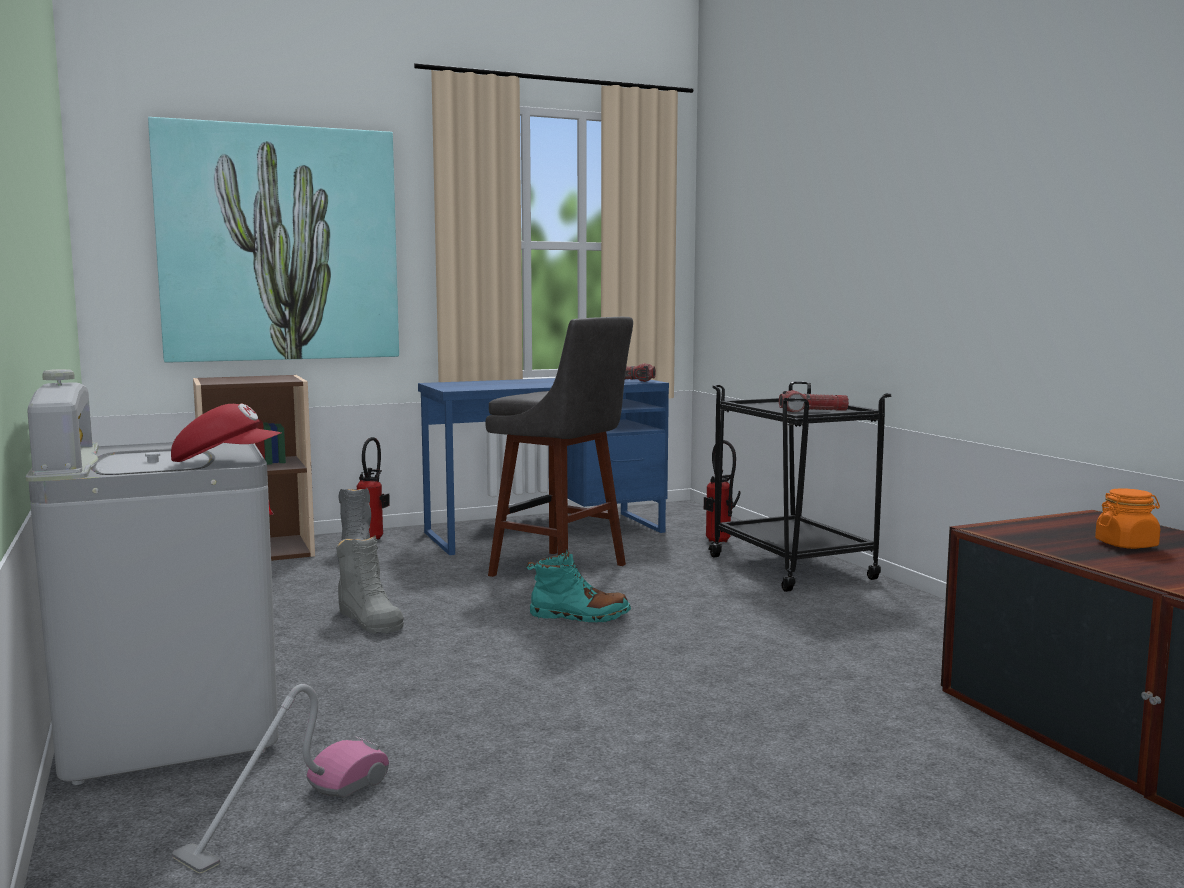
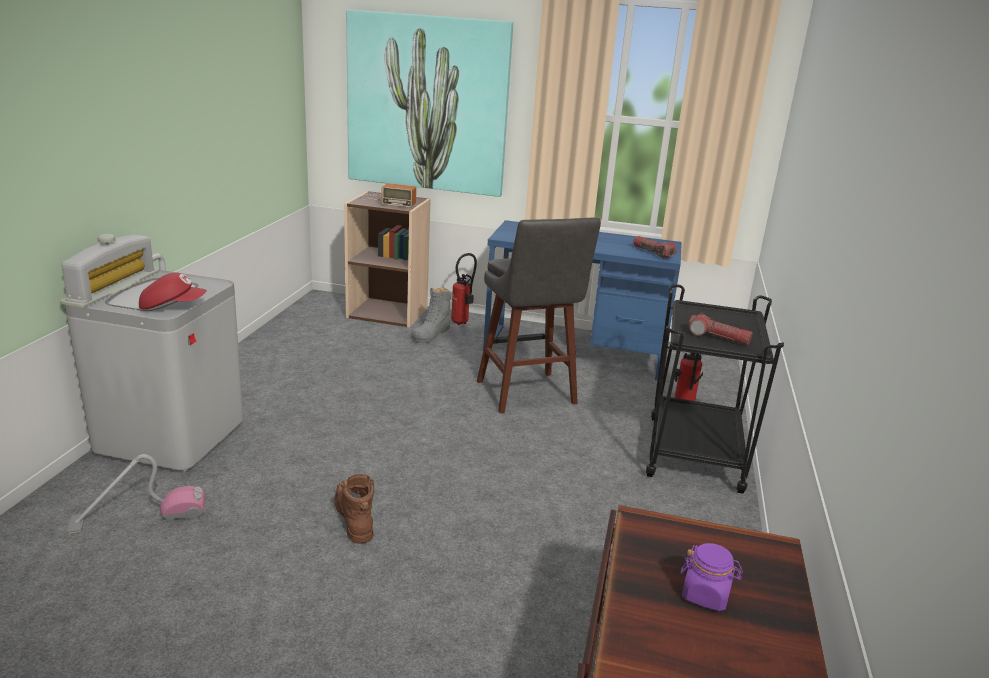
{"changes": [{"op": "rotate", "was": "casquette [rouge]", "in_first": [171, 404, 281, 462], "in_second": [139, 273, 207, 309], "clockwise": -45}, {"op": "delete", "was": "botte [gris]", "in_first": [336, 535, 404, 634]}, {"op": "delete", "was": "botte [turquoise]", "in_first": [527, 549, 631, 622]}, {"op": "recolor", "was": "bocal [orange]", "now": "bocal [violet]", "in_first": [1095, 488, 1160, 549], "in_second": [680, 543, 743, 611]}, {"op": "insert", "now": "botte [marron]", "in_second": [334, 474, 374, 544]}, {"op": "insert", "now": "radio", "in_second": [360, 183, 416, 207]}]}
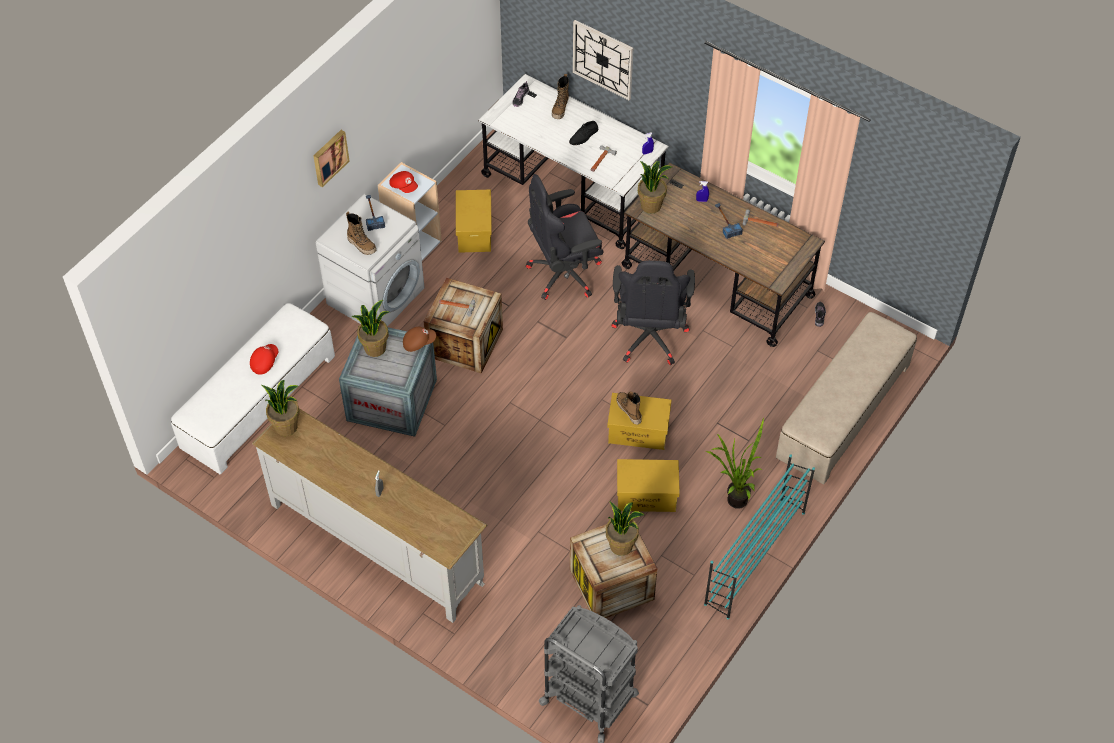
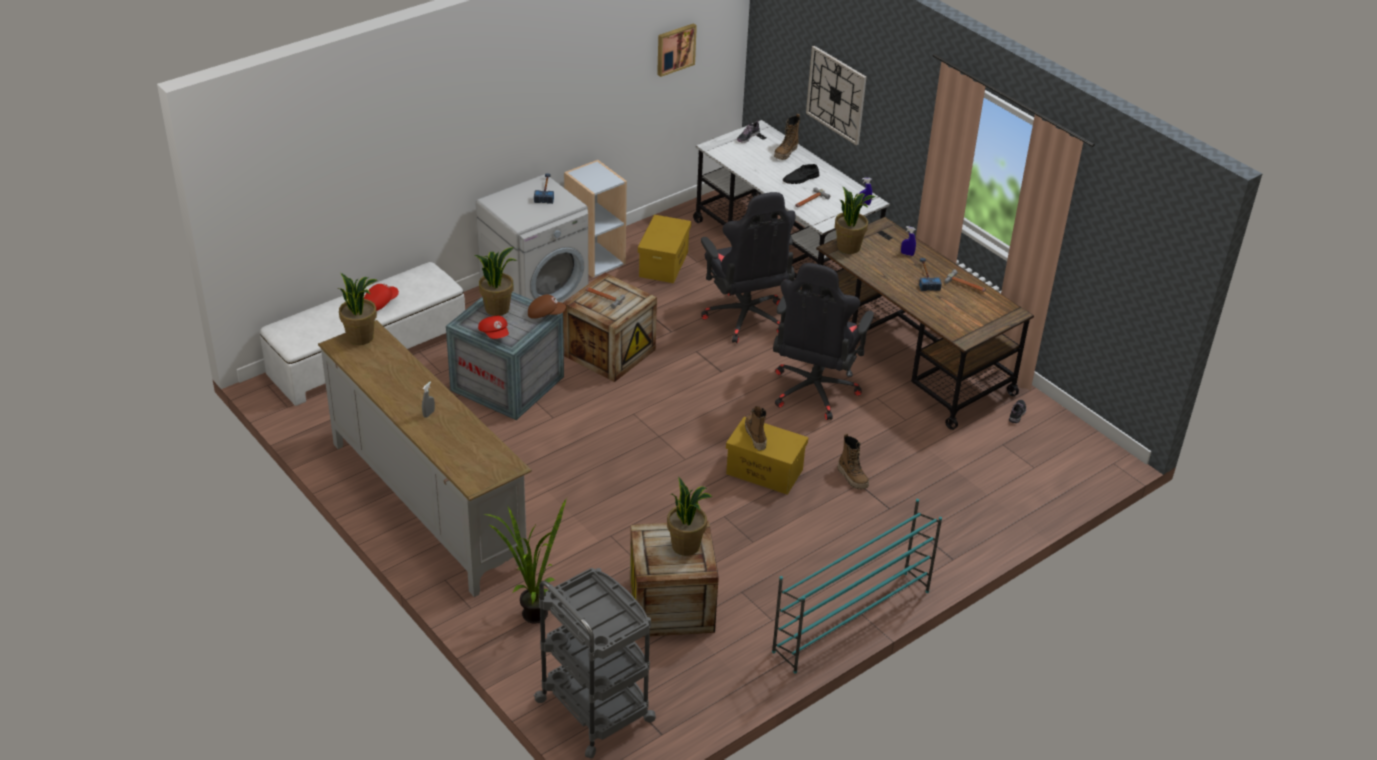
{"changes": [{"op": "move", "was": "tableau", "in_first": [313, 130, 350, 187], "in_second": [657, 24, 697, 77]}, {"op": "move", "was": "botte", "in_first": [346, 212, 376, 255], "in_second": [837, 433, 869, 489]}, {"op": "move", "was": "casquette [rouge]", "in_first": [389, 171, 418, 193], "in_second": [478, 316, 509, 339]}, {"op": "rotate", "was": "chaise de bureau [noir]", "in_first": [526, 174, 604, 300], "in_second": [701, 192, 795, 343], "clockwise": -105}, {"op": "delete", "was": "boîte de rangement [jaune]", "in_first": [617, 459, 680, 512]}, {"op": "move", "was": "plante en pot", "in_first": [706, 417, 764, 509], "in_second": [483, 498, 567, 624]}, {"op": "delete", "was": "banc [beige]", "in_first": [776, 312, 917, 484]}]}
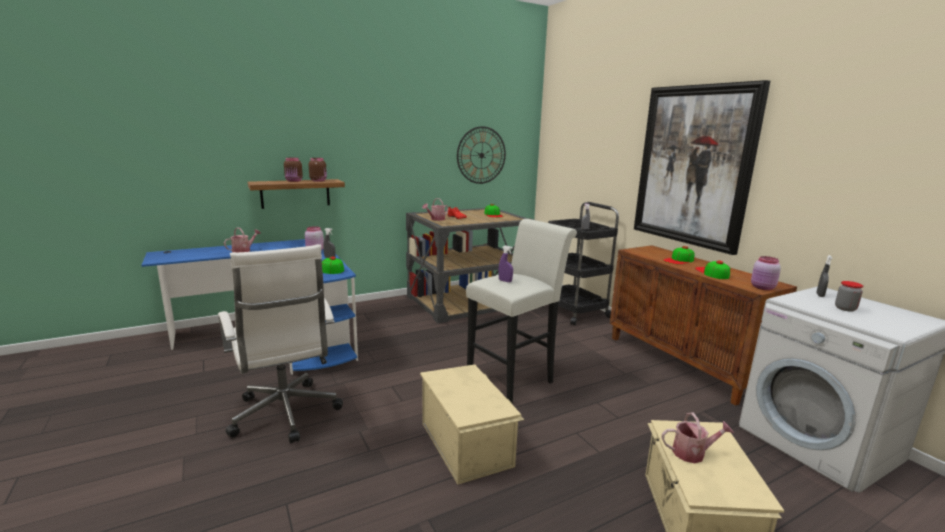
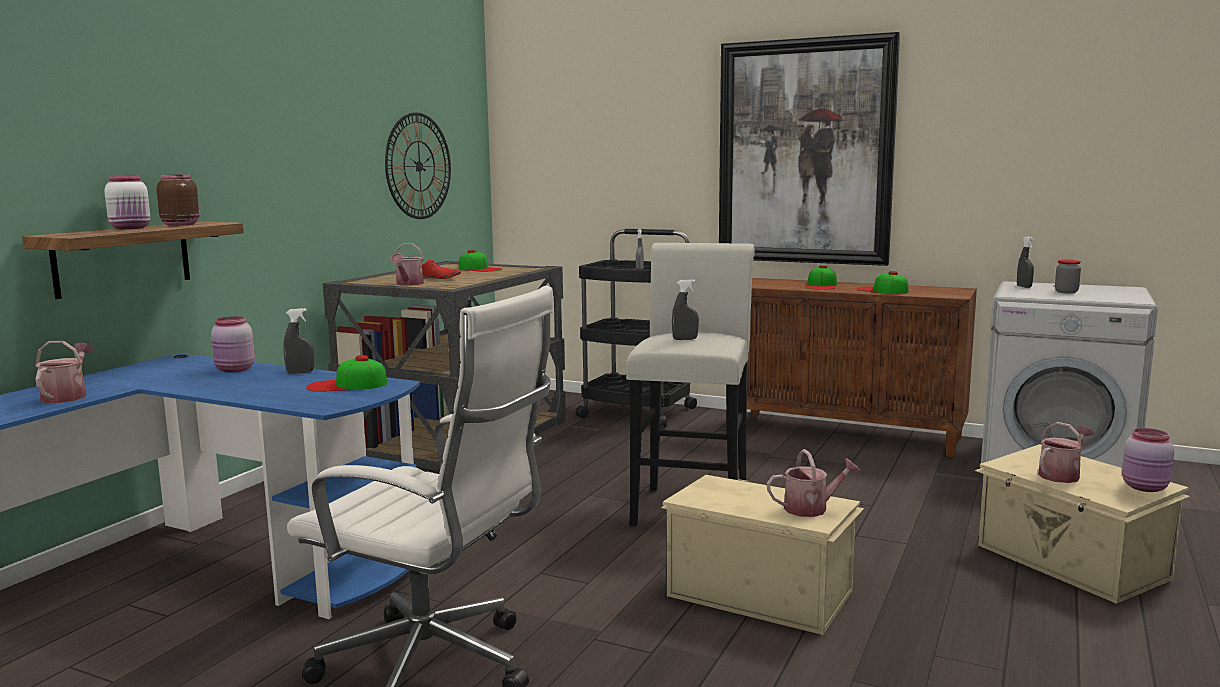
{"changes": [{"op": "recolor", "was": "bocal [marron]", "now": "bocal [blanc]", "in_first": [284, 158, 303, 182], "in_second": [104, 176, 150, 229]}, {"op": "recolor", "was": "vaporisateur [violet]", "now": "vaporisateur [gris]", "in_first": [498, 246, 513, 282], "in_second": [672, 279, 699, 340]}, {"op": "move", "was": "bocal [rose]", "in_first": [751, 256, 781, 290], "in_second": [1122, 428, 1174, 492]}, {"op": "insert", "now": "arrosoir", "in_second": [767, 449, 860, 517]}]}
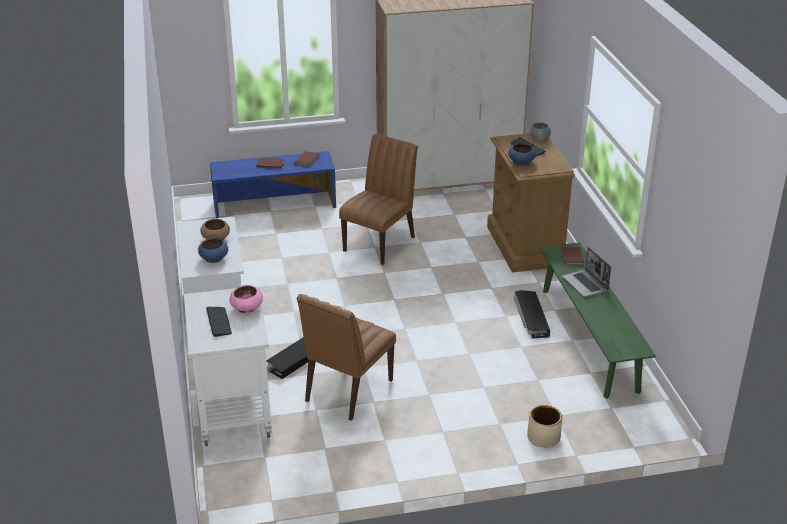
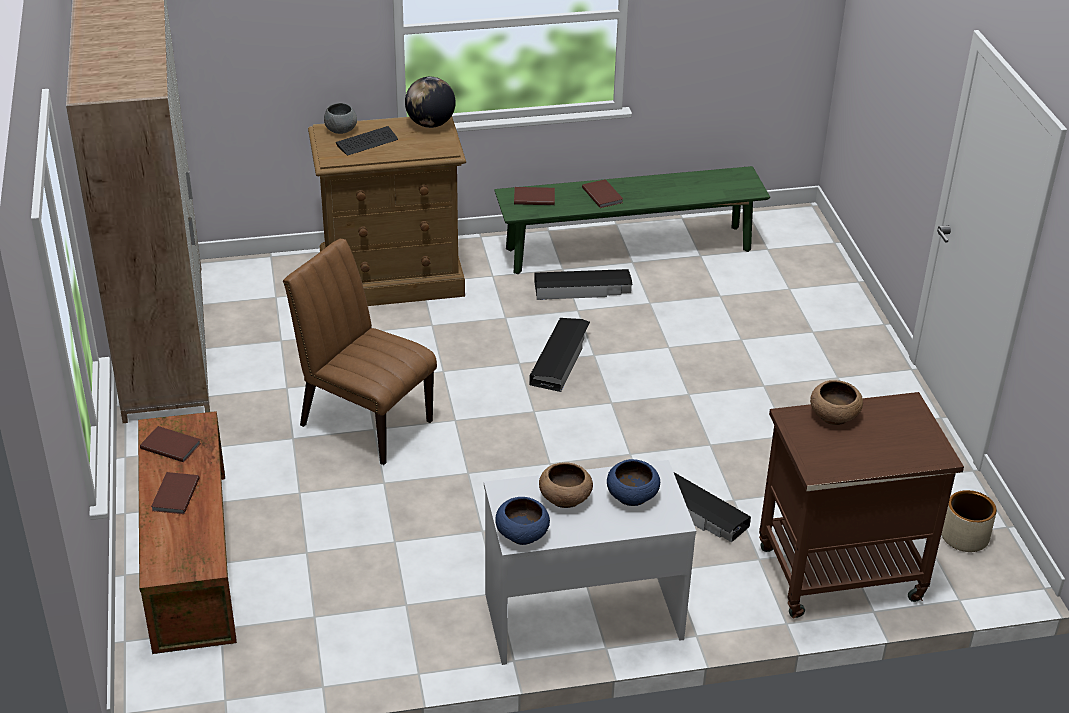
{"changes": [{"op": "recolor", "was": "chariot [blanc]", "now": "chariot [marron]", "in_first": [184, 286, 273, 446], "in_second": [759, 392, 964, 619]}, {"op": "delete", "was": "clavier", "in_first": [206, 307, 232, 337]}, {"op": "recolor", "was": "banc [bleu]", "now": "banc [marron]", "in_first": [210, 151, 336, 218], "in_second": [138, 411, 237, 654]}, {"op": "recolor", "was": "bol [rose]", "now": "bol [marron]", "in_first": [229, 285, 263, 313], "in_second": [810, 380, 863, 425]}, {"op": "delete", "was": "chaise [marron]", "in_first": [297, 294, 396, 421]}, {"op": "move", "was": "bol [bleu]", "in_first": [508, 143, 536, 166], "in_second": [495, 497, 550, 545]}, {"op": "move", "was": "cache-pot [beige]", "in_first": [527, 405, 562, 448], "in_second": [941, 490, 997, 552]}, {"op": "replace", "was": "ordinateur portable", "now": "livre [marron]", "in_first": [562, 247, 611, 297], "in_second": [582, 179, 623, 208]}, {"op": "insert", "now": "globe", "in_second": [405, 77, 456, 128]}, {"op": "insert", "now": "boîte de rangement [noir]", "in_second": [529, 318, 590, 392]}]}
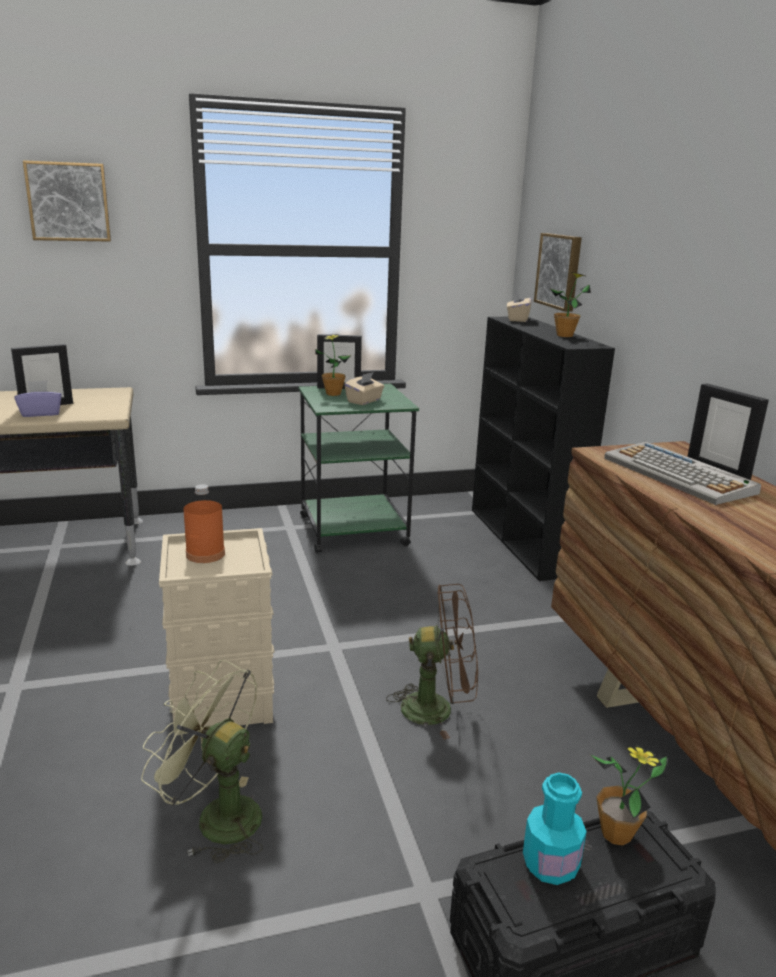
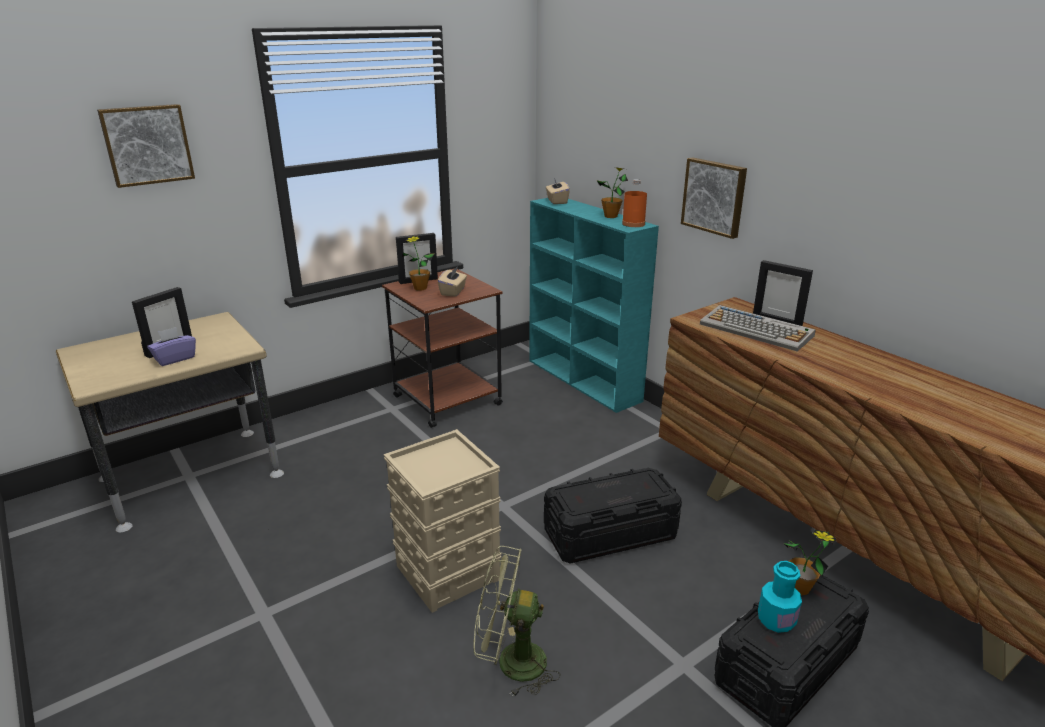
{"changes": [{"op": "move", "was": "bouteille [orange]", "in_first": [183, 484, 225, 563], "in_second": [622, 179, 647, 227]}, {"op": "recolor", "was": "chariot [vert]", "now": "chariot [marron]", "in_first": [298, 384, 419, 553], "in_second": [382, 269, 503, 428]}, {"op": "replace", "was": "ventilateur [marron]", "now": "boîte de rangement [noir]", "in_first": [386, 584, 478, 740], "in_second": [544, 468, 682, 564]}, {"op": "recolor", "was": "bibliothèque [noir]", "now": "bibliothèque [turquoise]", "in_first": [472, 317, 615, 581], "in_second": [529, 198, 659, 413]}, {"op": "move", "was": "tableau", "in_first": [534, 233, 582, 312], "in_second": [681, 157, 747, 239]}]}
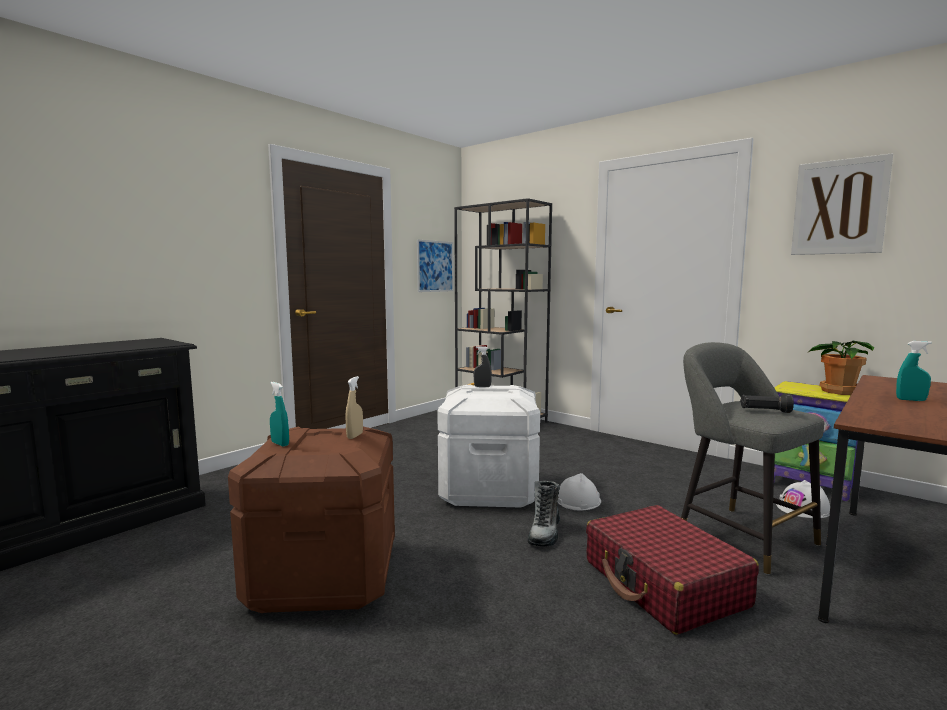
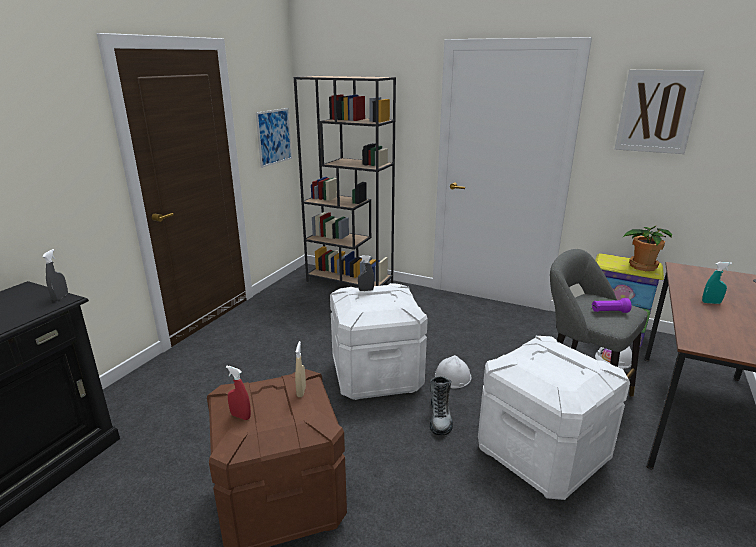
{"changes": [{"op": "recolor", "was": "vaporisateur [turquoise]", "now": "vaporisateur [rouge]", "in_first": [270, 382, 289, 447], "in_second": [226, 366, 251, 420]}, {"op": "replace", "was": "valise [rouge]", "now": "boîte de rangement [blanc]", "in_first": [586, 505, 759, 635], "in_second": [478, 336, 630, 500]}, {"op": "recolor", "was": "lampe de poche [noir]", "now": "lampe de poche [violet]", "in_first": [740, 394, 794, 413], "in_second": [592, 298, 632, 313]}, {"op": "insert", "now": "vaporisateur [gris]", "in_second": [42, 249, 68, 301]}]}
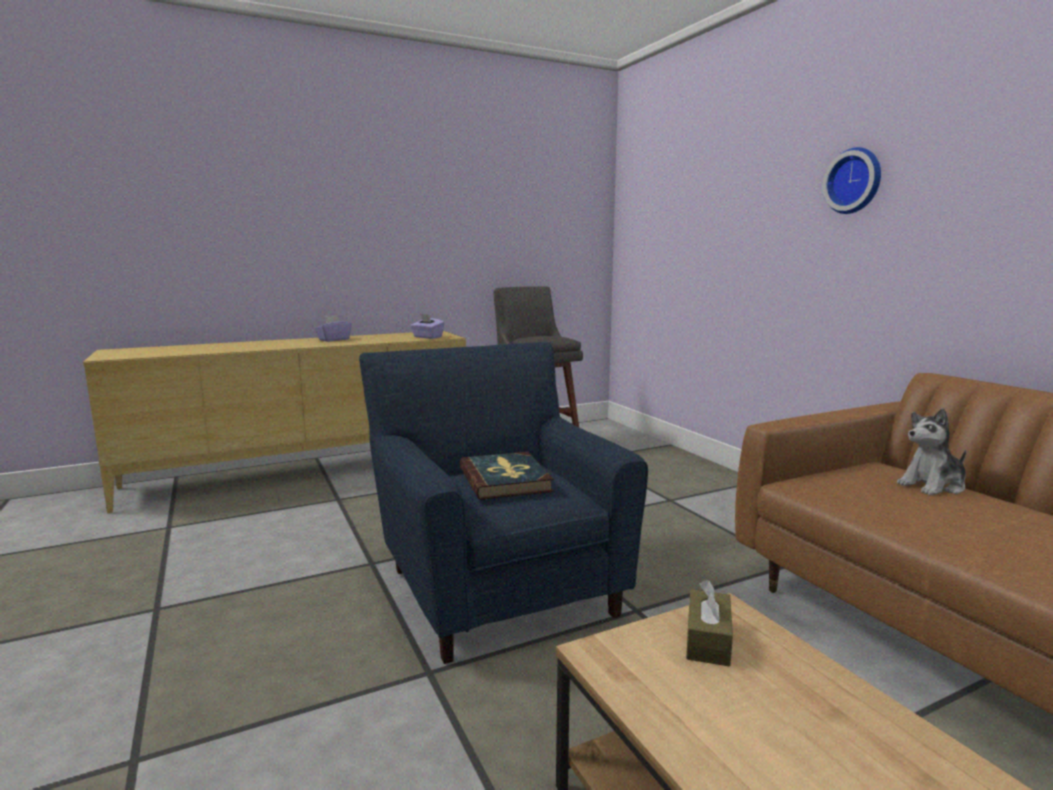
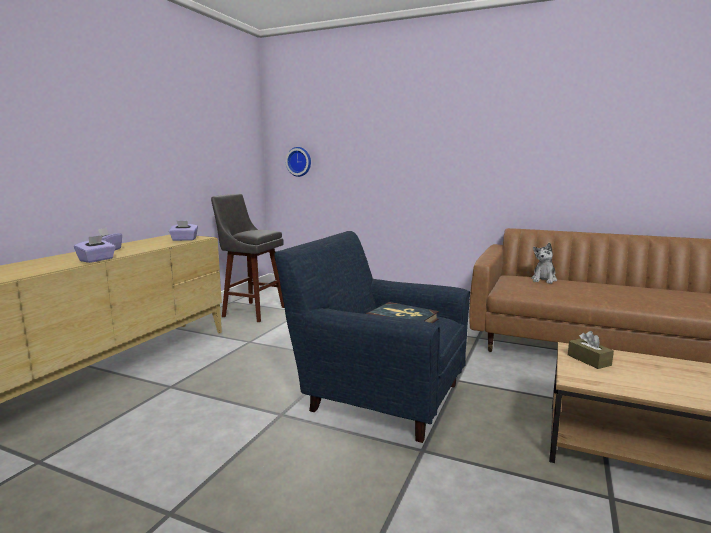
{"changes": [{"op": "move", "was": "horloge murale", "in_first": [823, 147, 881, 214], "in_second": [286, 147, 311, 177]}, {"op": "insert", "now": "boîte à mouchoirs [violet]", "in_second": [74, 235, 115, 263]}]}
